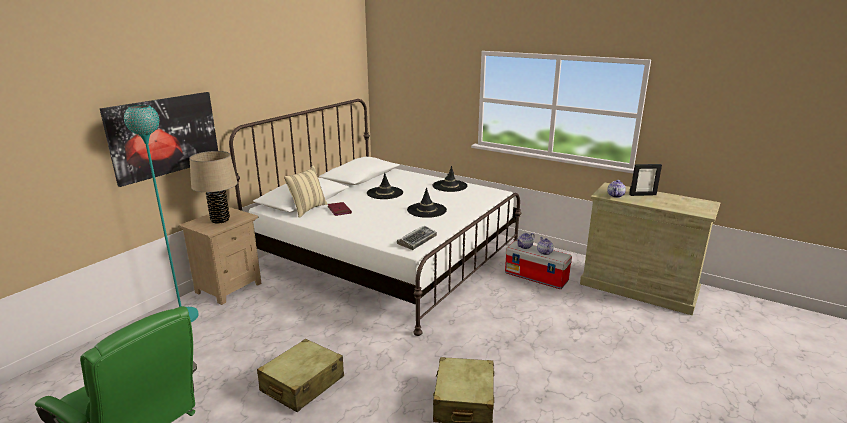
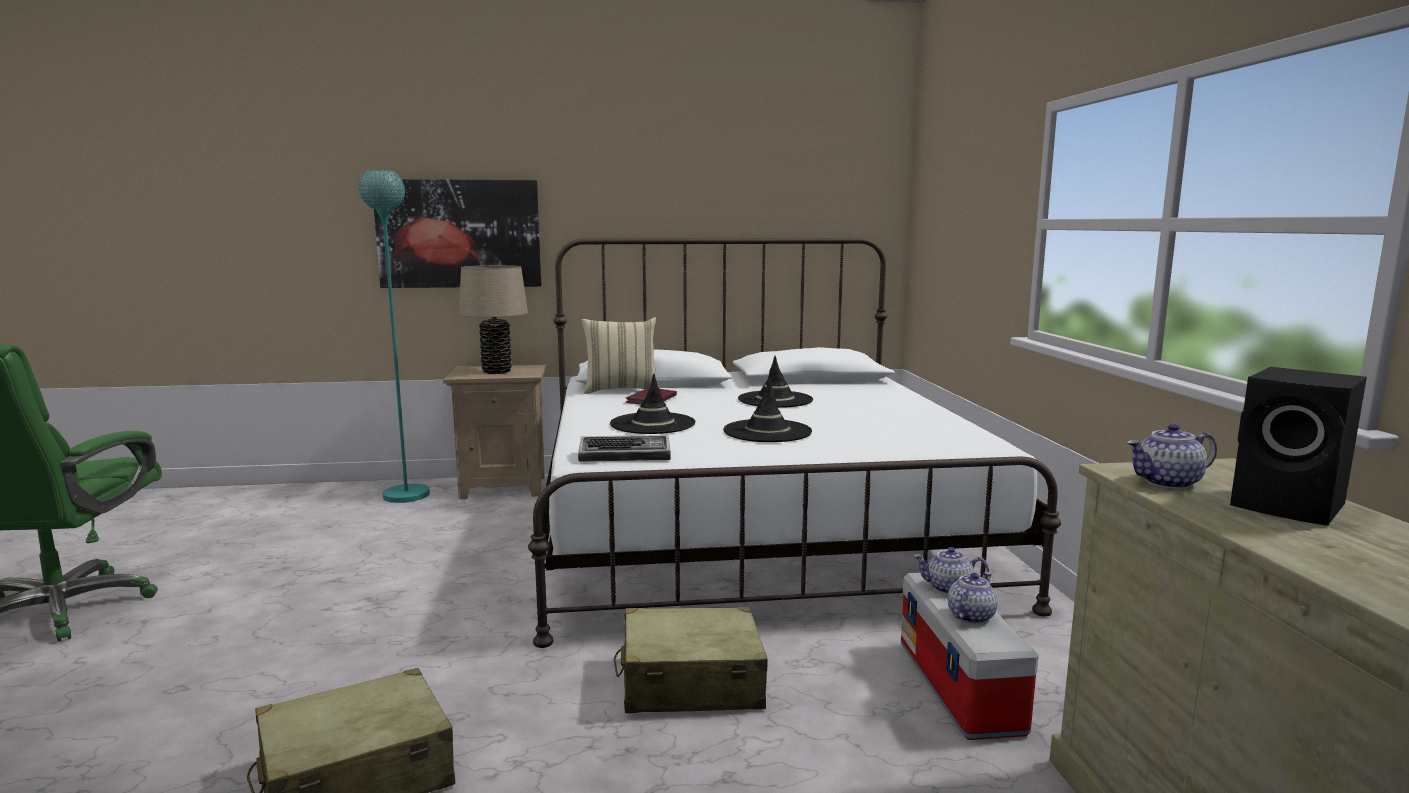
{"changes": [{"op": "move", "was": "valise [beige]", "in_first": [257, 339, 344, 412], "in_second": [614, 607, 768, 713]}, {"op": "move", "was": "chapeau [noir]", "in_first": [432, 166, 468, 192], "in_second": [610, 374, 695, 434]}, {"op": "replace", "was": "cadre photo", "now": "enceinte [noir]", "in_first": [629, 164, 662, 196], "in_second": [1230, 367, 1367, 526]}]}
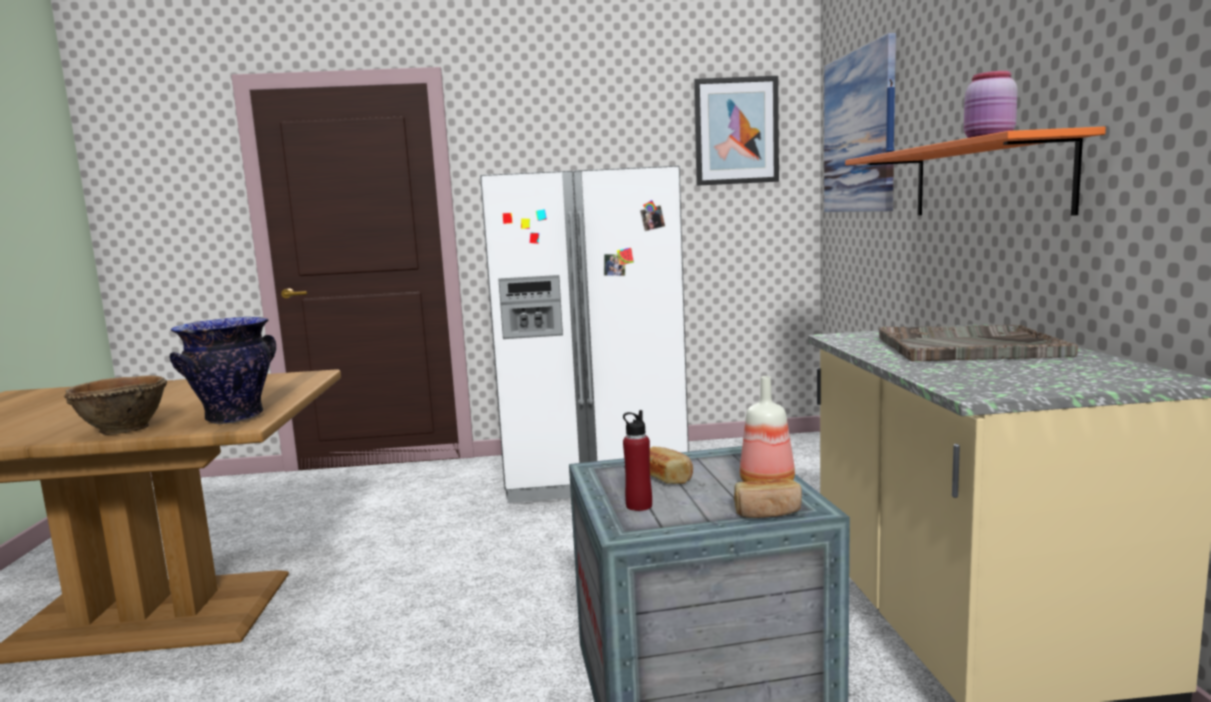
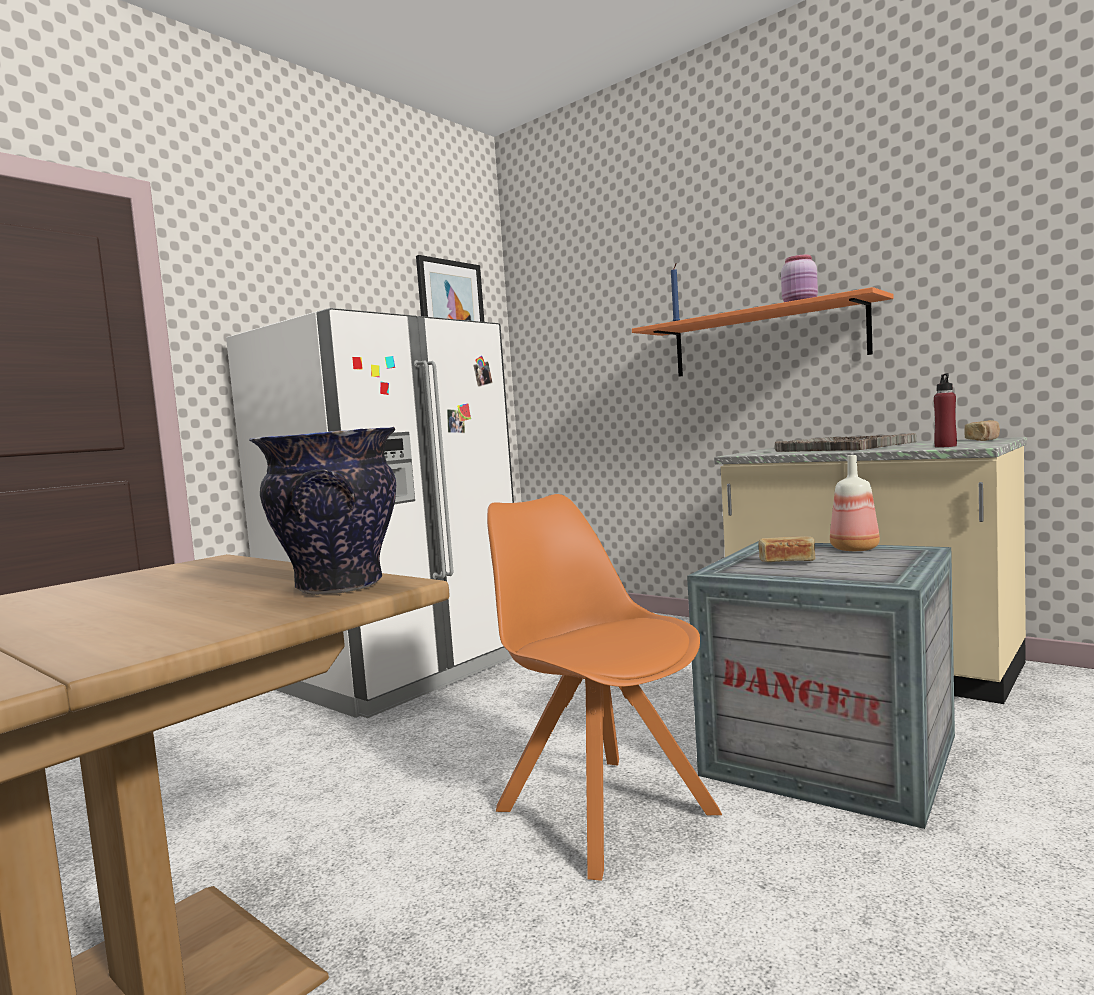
{"changes": [{"op": "delete", "was": "bol [marron]", "in_first": [64, 376, 167, 435]}, {"op": "move", "was": "bouteille [rouge]", "in_first": [623, 410, 652, 511], "in_second": [934, 373, 957, 447]}, {"op": "move", "was": "pain", "in_first": [734, 478, 802, 518], "in_second": [964, 420, 1000, 441]}, {"op": "delete", "was": "tableau", "in_first": [824, 33, 896, 212]}, {"op": "insert", "now": "chaise [orange]", "in_second": [487, 494, 722, 881]}]}
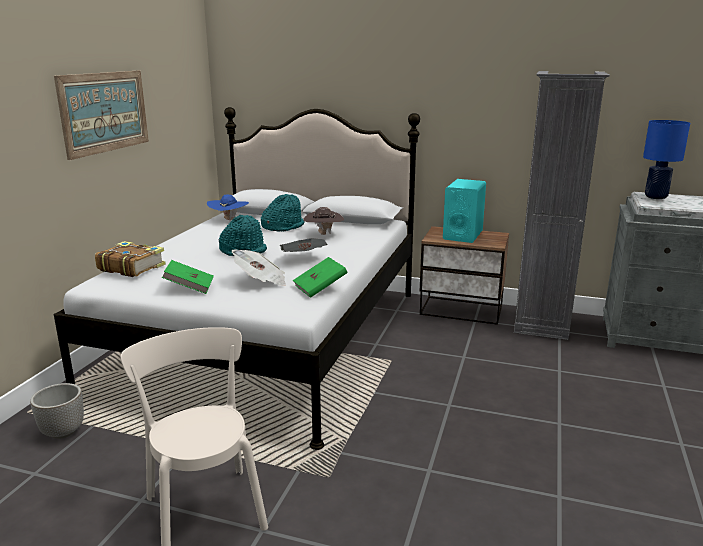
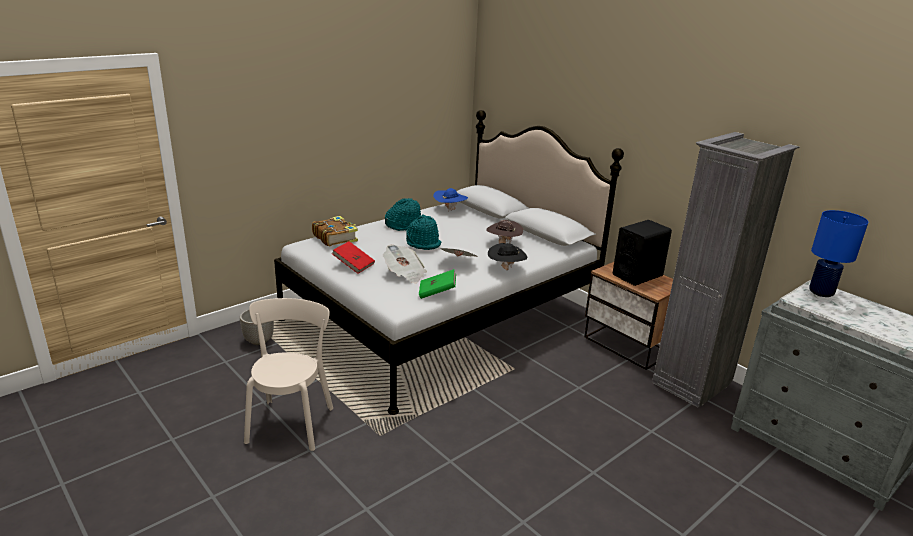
{"changes": [{"op": "delete", "was": "tableau", "in_first": [54, 71, 149, 160]}, {"op": "recolor", "was": "livre [vert]", "now": "livre [rouge]", "in_first": [162, 260, 214, 294], "in_second": [332, 241, 375, 274]}, {"op": "move", "was": "chapeau [turquoise]", "in_first": [261, 194, 304, 232], "in_second": [385, 198, 421, 231]}, {"op": "recolor", "was": "enceinte [turquoise]", "now": "enceinte [noir]", "in_first": [443, 179, 486, 243], "in_second": [613, 220, 672, 286]}, {"op": "insert", "now": "chapeau [noir]", "in_second": [488, 243, 527, 270]}]}
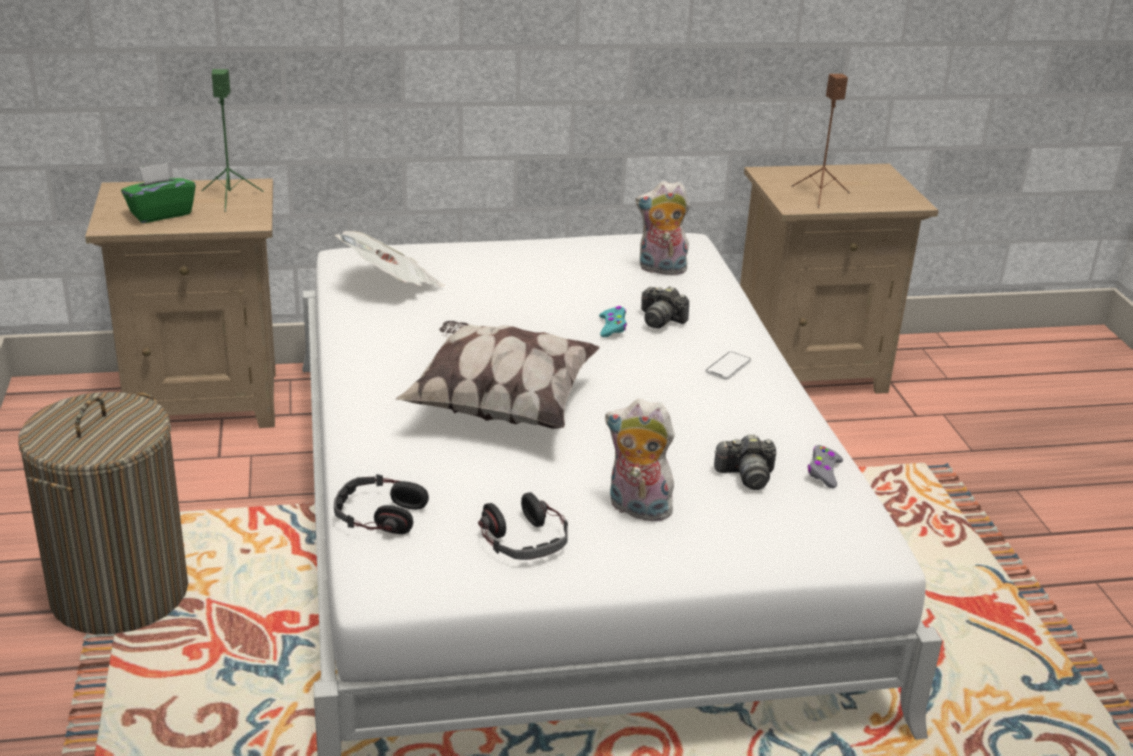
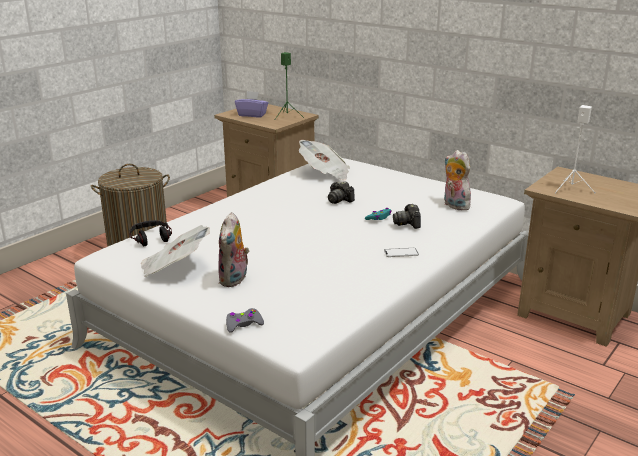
{"changes": [{"op": "recolor", "was": "boîte à mouchoirs [vert]", "now": "boîte à mouchoirs [violet]", "in_first": [121, 163, 196, 223], "in_second": [235, 91, 268, 117]}, {"op": "delete", "was": "coussin", "in_first": [395, 321, 600, 429]}, {"op": "replace", "was": "casque audio", "now": "journal", "in_first": [478, 492, 568, 560], "in_second": [141, 225, 210, 277]}, {"op": "rotate", "was": "peluche", "in_first": [605, 399, 676, 522], "in_second": [218, 212, 250, 287], "clockwise": -150}, {"op": "move", "was": "appareil photo", "in_first": [714, 434, 776, 490], "in_second": [328, 181, 355, 204]}, {"op": "recolor", "was": "enceinte [marron]", "now": "enceinte [blanc]", "in_first": [791, 74, 850, 208], "in_second": [555, 105, 596, 194]}, {"op": "move", "was": "manette [gris]", "in_first": [808, 445, 843, 488], "in_second": [226, 308, 264, 333]}]}
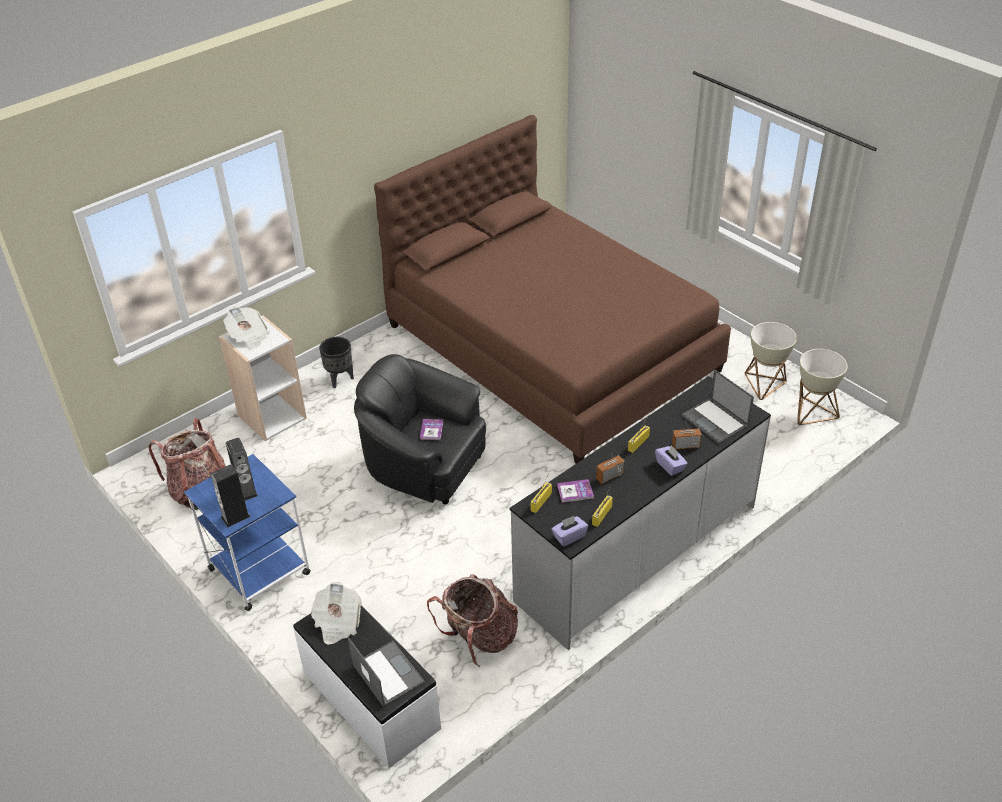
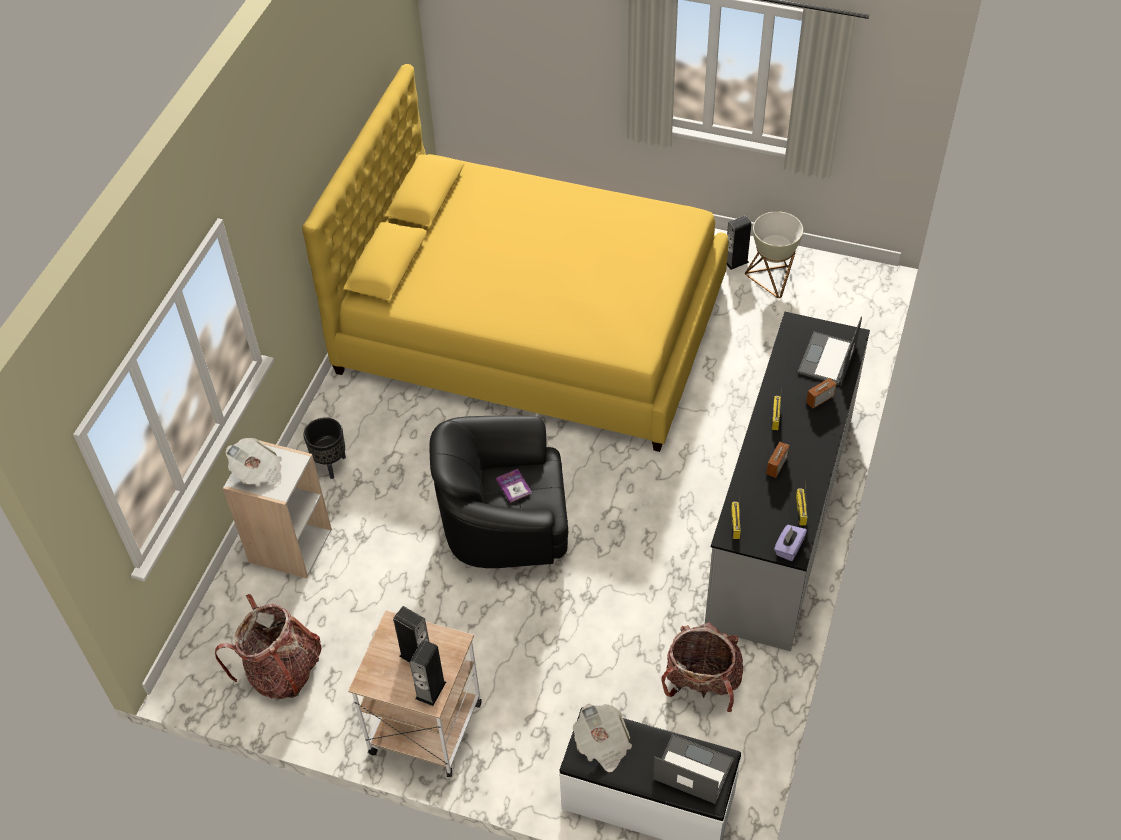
{"changes": [{"op": "recolor", "was": "chariot [bleu]", "now": "chariot [beige]", "in_first": [184, 454, 311, 611], "in_second": [348, 610, 482, 777]}, {"op": "recolor", "was": "lit [marron]", "now": "lit [jaune]", "in_first": [374, 115, 731, 464], "in_second": [302, 64, 729, 452]}, {"op": "delete", "was": "livre", "in_first": [557, 479, 594, 503]}, {"op": "delete", "was": "boîte à mouchoirs [violet]", "in_first": [655, 445, 688, 476]}, {"op": "rotate", "was": "ordinateur portable", "in_first": [682, 370, 754, 444], "in_second": [797, 316, 862, 386], "clockwise": 90}, {"op": "delete", "was": "cache-pot", "in_first": [797, 349, 848, 425]}, {"op": "insert", "now": "enceinte", "in_second": [727, 216, 751, 270]}]}
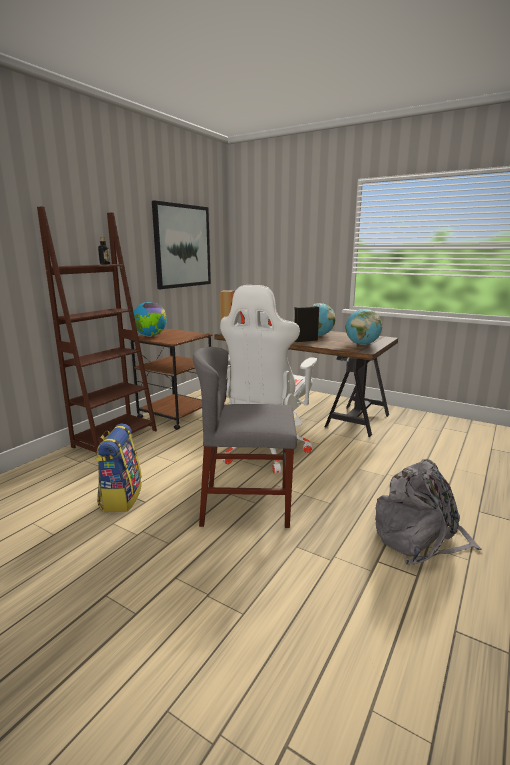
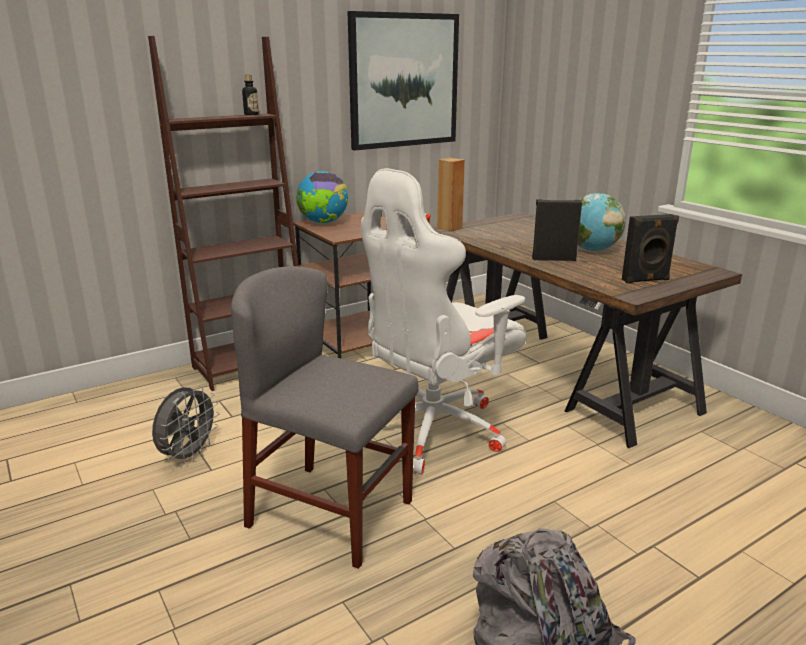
{"changes": [{"op": "replace", "was": "sac à dos", "now": "ventilateur [gris]", "in_first": [96, 424, 142, 512], "in_second": [152, 385, 220, 465]}, {"op": "replace", "was": "globe", "now": "enceinte [noir]", "in_first": [345, 309, 382, 345], "in_second": [622, 214, 679, 283]}]}
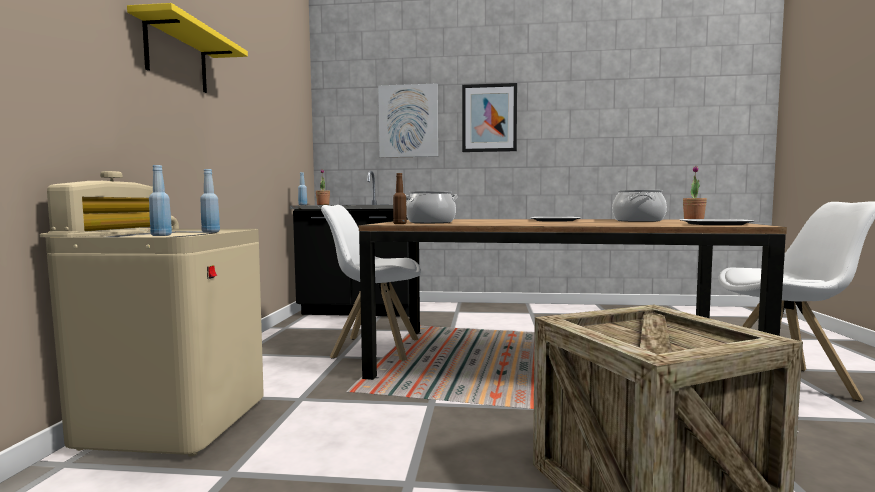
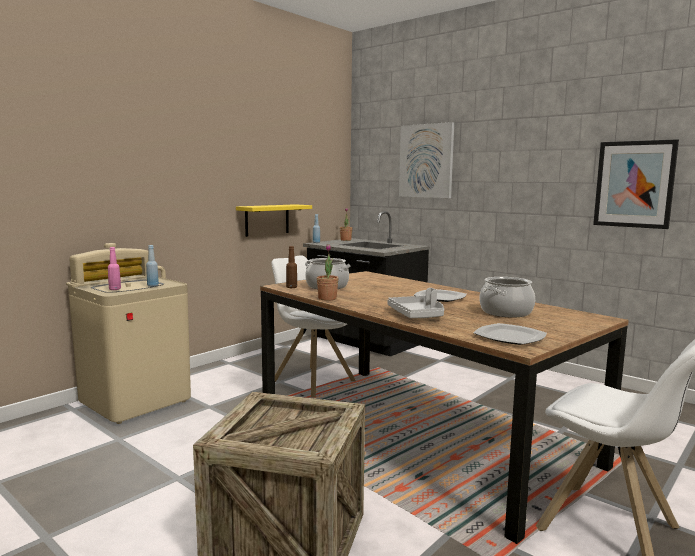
{"changes": [{"op": "move", "was": "étagère [jaune]", "in_first": [127, 3, 248, 93], "in_second": [236, 204, 312, 237]}, {"op": "recolor", "was": "bouteille [bleu]", "now": "bouteille [rose]", "in_first": [149, 165, 172, 236], "in_second": [108, 247, 121, 290]}, {"op": "move", "was": "tableau", "in_first": [462, 83, 517, 152], "in_second": [593, 139, 679, 229]}, {"op": "move", "was": "plante en pot", "in_first": [683, 166, 707, 219], "in_second": [317, 244, 338, 301]}, {"op": "insert", "now": "plateau [gris]", "in_second": [388, 288, 444, 318]}]}
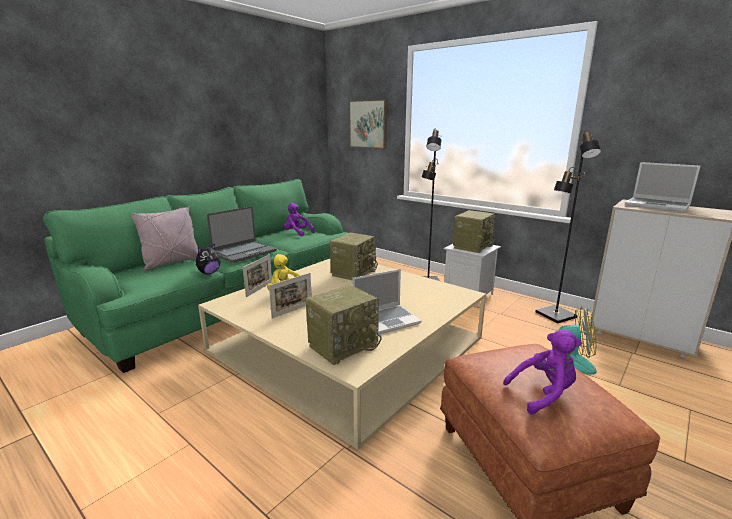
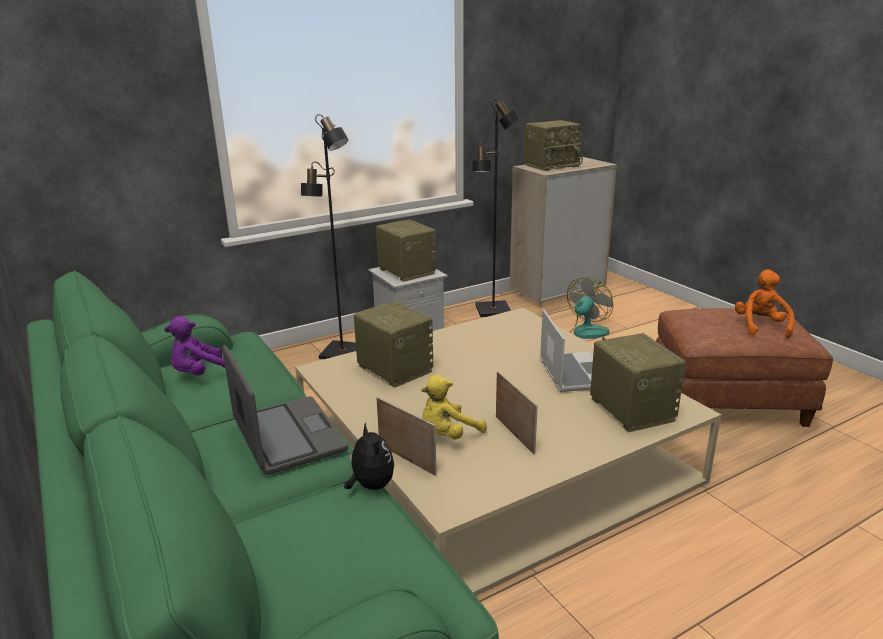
{"changes": [{"op": "delete", "was": "coussin [violet]", "in_first": [130, 206, 198, 271]}, {"op": "delete", "was": "tableau", "in_first": [349, 99, 387, 149]}, {"op": "recolor", "was": "peluche [violet]", "now": "peluche [orange]", "in_first": [503, 330, 582, 414], "in_second": [735, 270, 795, 338]}, {"op": "replace", "was": "ordinateur portable", "now": "radio", "in_first": [625, 162, 701, 212], "in_second": [525, 120, 583, 171]}]}
